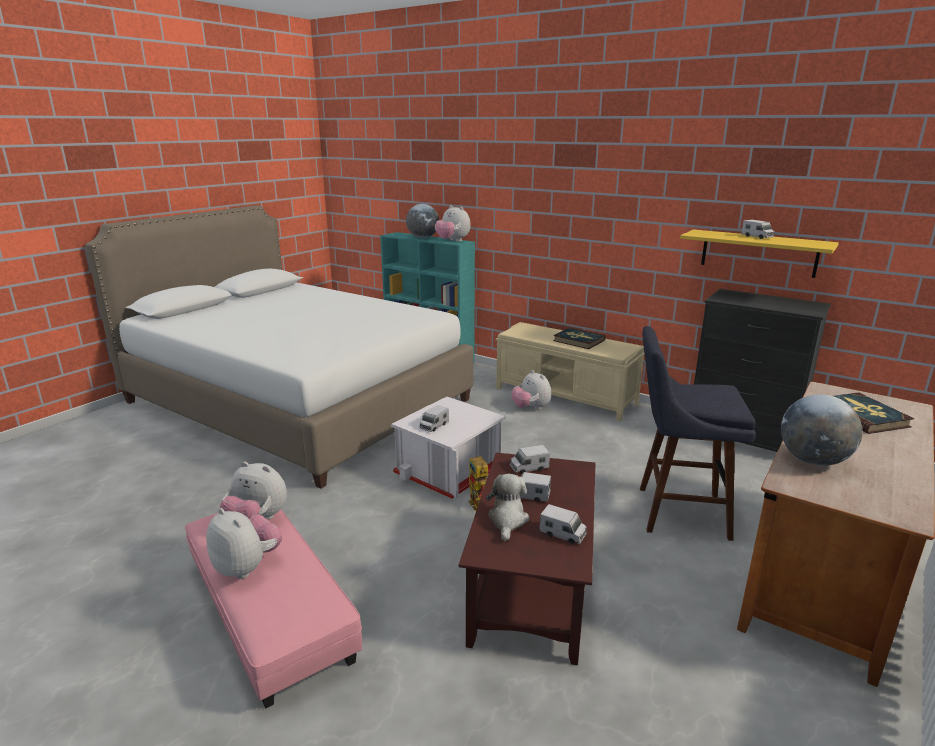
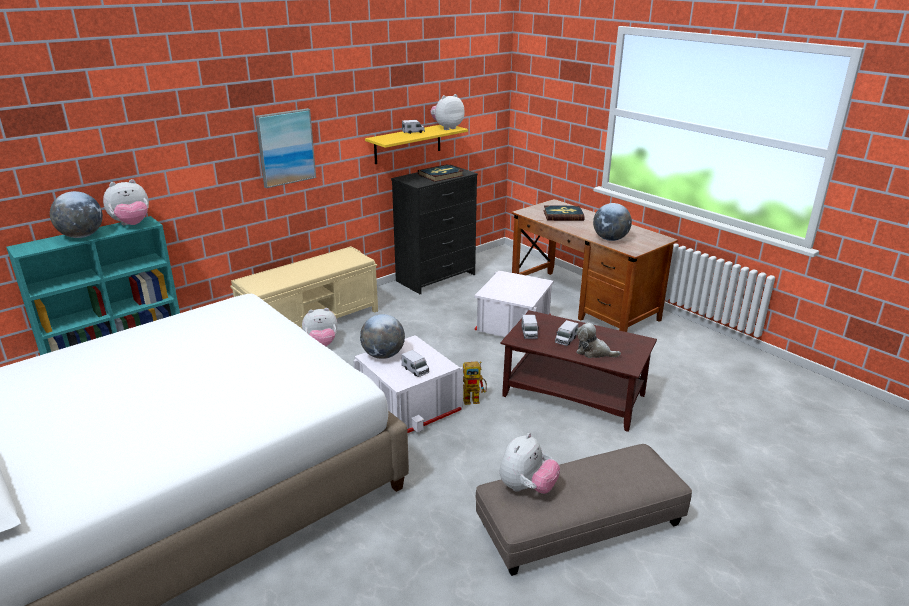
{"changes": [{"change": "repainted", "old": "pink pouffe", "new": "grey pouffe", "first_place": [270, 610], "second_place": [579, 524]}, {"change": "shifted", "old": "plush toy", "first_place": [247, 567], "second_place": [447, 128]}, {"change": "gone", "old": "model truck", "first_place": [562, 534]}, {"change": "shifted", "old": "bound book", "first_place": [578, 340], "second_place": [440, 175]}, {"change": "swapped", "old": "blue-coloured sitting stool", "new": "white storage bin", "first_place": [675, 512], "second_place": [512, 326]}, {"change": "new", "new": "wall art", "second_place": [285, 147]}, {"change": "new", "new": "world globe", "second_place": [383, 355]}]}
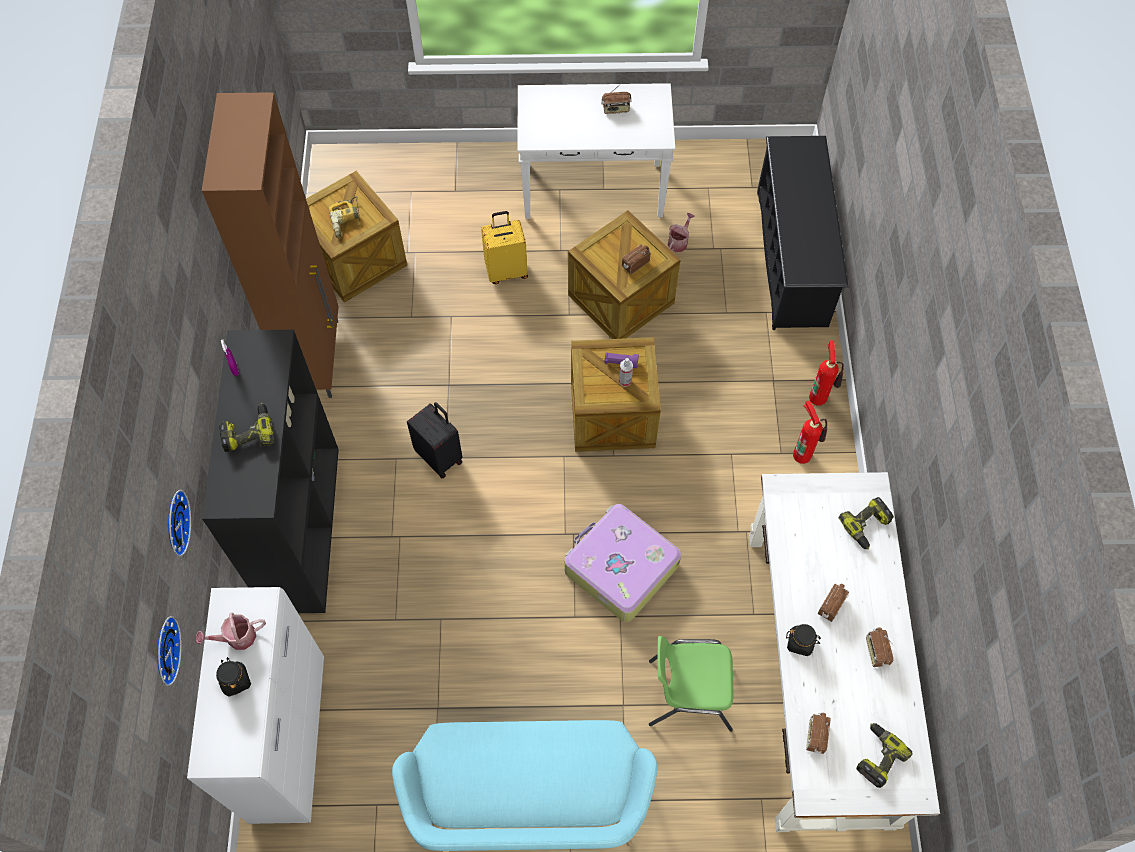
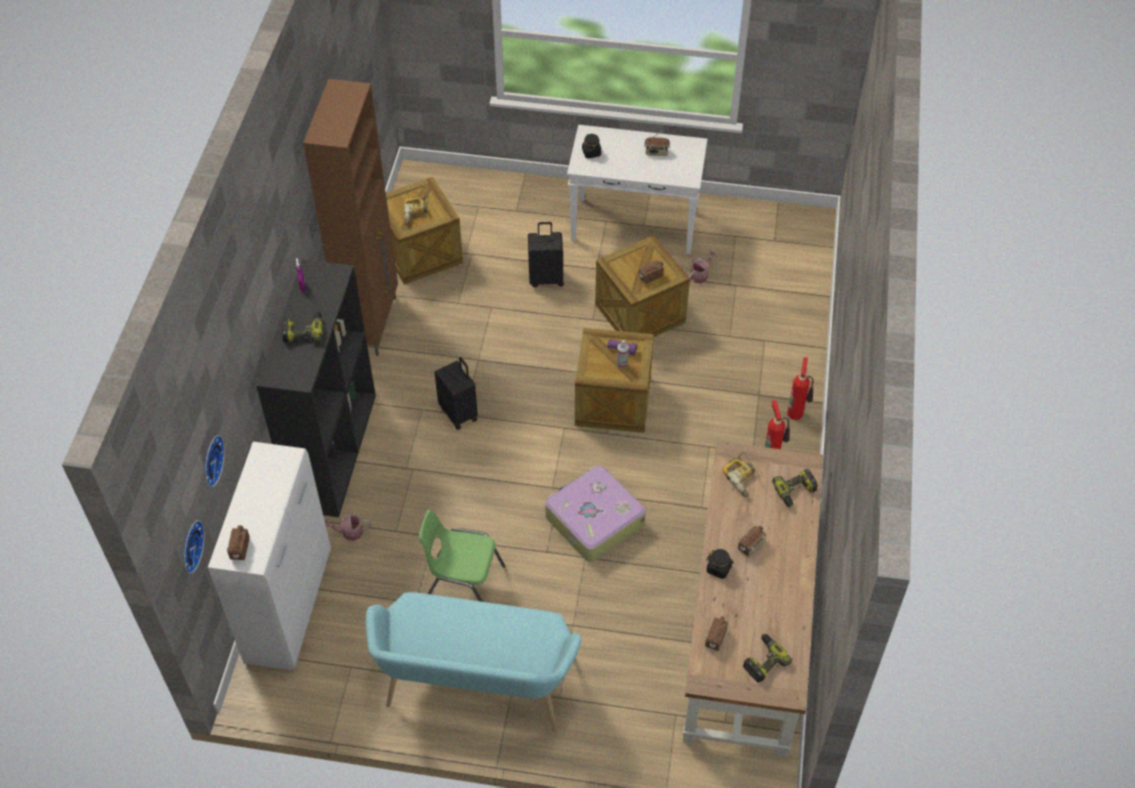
{"changes": [{"change": "shifted", "old": "clock on the wall", "first_place": [174, 523], "second_place": [189, 546]}, {"change": "shifted", "old": "watering can", "first_place": [236, 637], "second_place": [349, 532]}, {"change": "shifted", "old": "black-coloured jar", "first_place": [235, 681], "second_place": [591, 152]}, {"change": "repainted", "old": "yellow piece of luggage", "new": "black-coloured piece of luggage", "first_place": [506, 271], "second_place": [546, 278]}, {"change": "shifted", "old": "green-coloured chair", "first_place": [688, 693], "second_place": [462, 584]}, {"change": "repainted", "old": "white desk table", "new": "brownish desk table", "first_place": [819, 675], "second_place": [746, 629]}, {"change": "gone", "old": "black-coloured shoe stand", "first_place": [792, 258]}, {"change": "shifted", "old": "radio set", "first_place": [876, 652], "second_place": [239, 549]}, {"change": "new", "new": "electric drill", "second_place": [743, 478]}]}
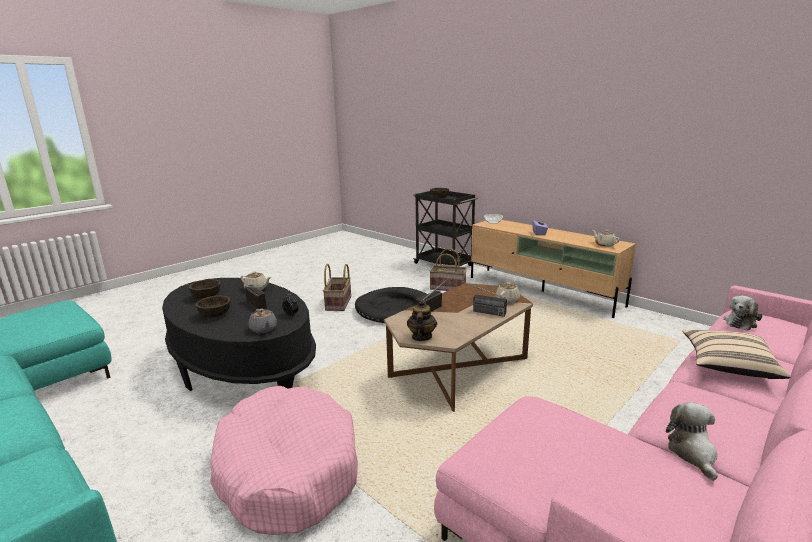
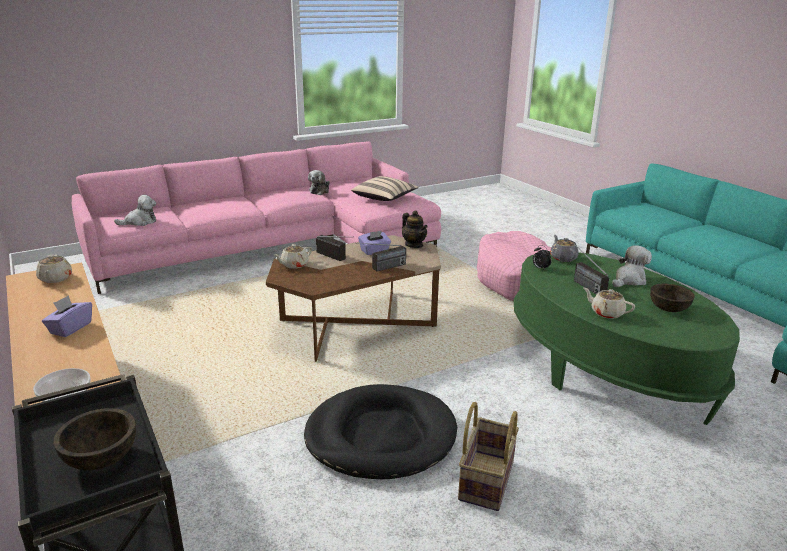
{"changes": [{"change": "repainted", "old": "black-coloured coffee table", "new": "green-coloured coffee table", "first_place": [243, 366], "second_place": [606, 368]}, {"change": "swapped", "old": "brownish serving bowl", "new": "plush toy", "first_place": [215, 315], "second_place": [629, 280]}, {"change": "rotated", "old": "pot for tea", "first_place": [421, 337], "second_place": [414, 245], "degrees": -60}, {"change": "gone", "old": "basket", "first_place": [448, 287]}, {"change": "shifted", "old": "sand-coloured cushion", "first_place": [728, 365], "second_place": [385, 198]}, {"change": "new", "new": "purple tissue holder", "second_place": [374, 251]}]}
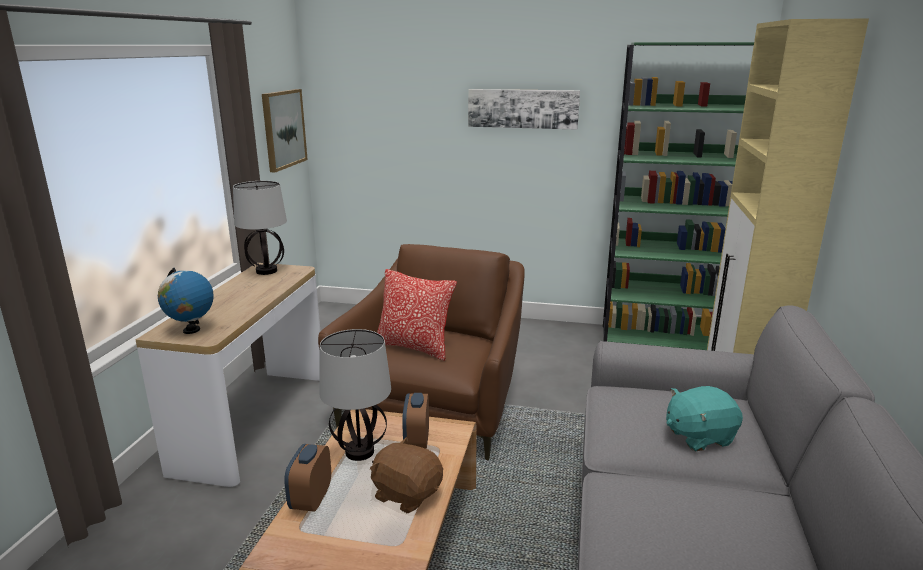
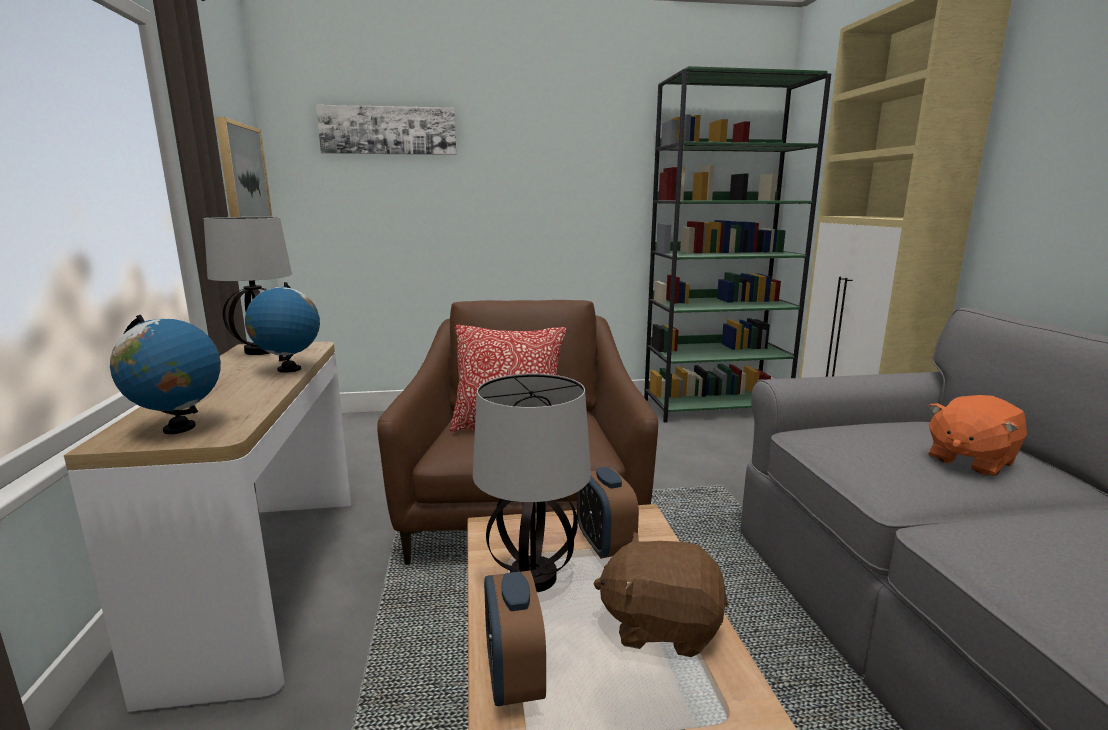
{"changes": [{"change": "shifted", "old": "wall art", "first_place": [523, 108], "second_place": [388, 130]}, {"change": "repainted", "old": "blue-green plush toy", "new": "orange plush toy", "first_place": [698, 436], "second_place": [969, 460]}, {"change": "new", "new": "world globe", "second_place": [289, 369]}]}
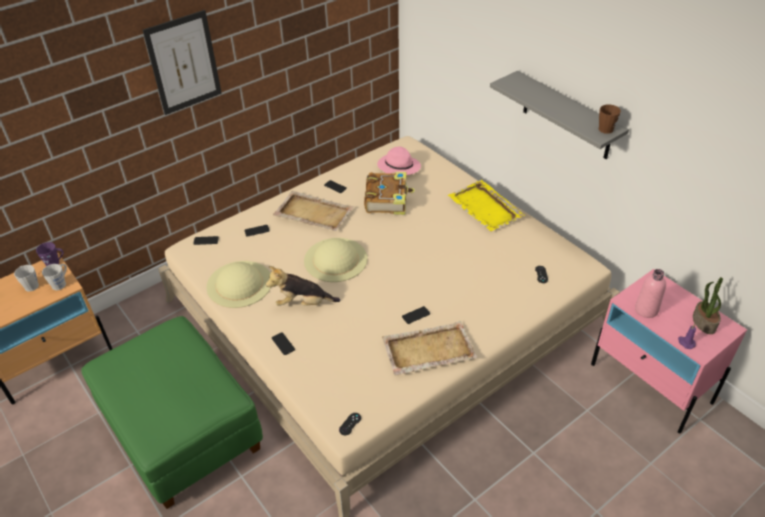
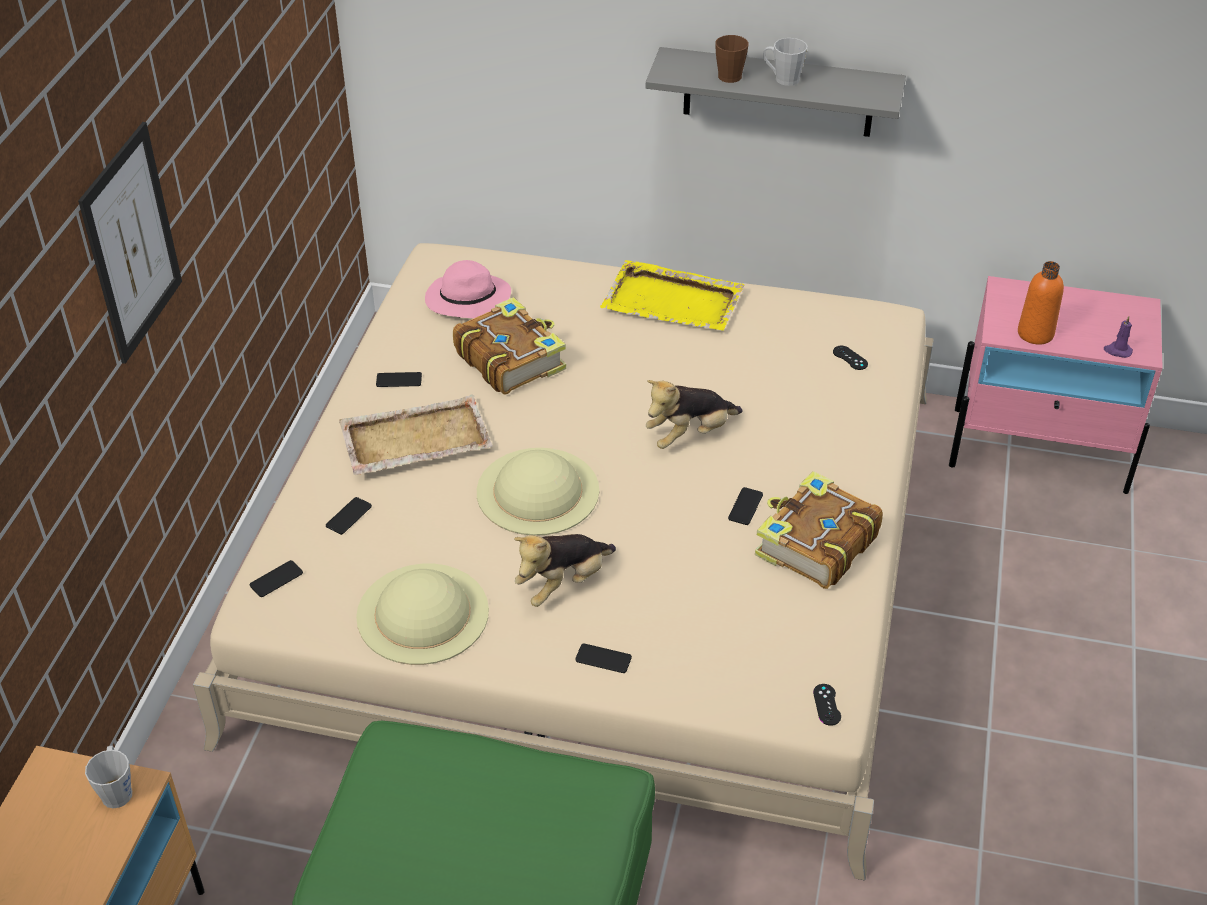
{"changes": [{"change": "shifted", "old": "grey coffee mug", "first_place": [30, 285], "second_place": [782, 78]}, {"change": "gone", "old": "purple coffee mug", "first_place": [55, 263]}, {"change": "swapped", "old": "sand-coloured serving tray", "new": "bound book", "first_place": [427, 350], "second_place": [815, 544]}, {"change": "shifted", "old": "brownish coffee mug", "first_place": [606, 127], "second_place": [727, 74]}, {"change": "repainted", "old": "pink bottle", "new": "orange bottle", "first_place": [646, 310], "second_place": [1035, 333]}, {"change": "gone", "old": "plant in a pot", "first_place": [703, 322]}, {"change": "new", "new": "plush toy", "second_place": [690, 434]}]}
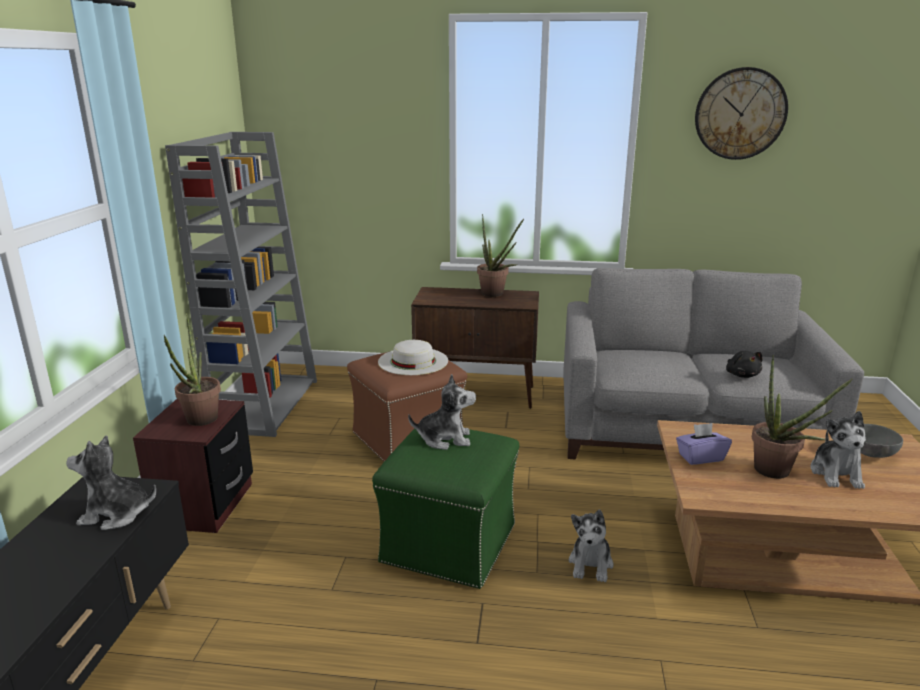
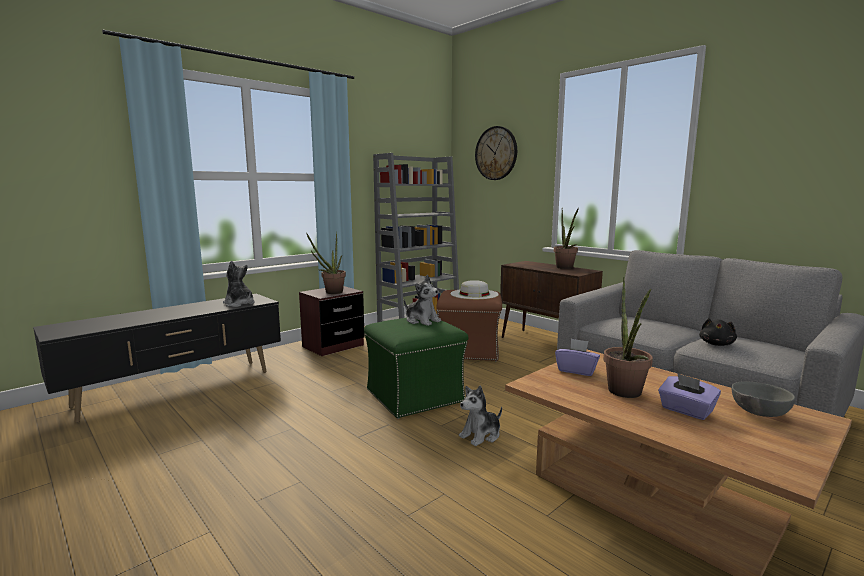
{"changes": [{"change": "shifted", "old": "clock on the wall", "first_place": [740, 114], "second_place": [496, 153]}, {"change": "swapped", "old": "plush toy", "new": "purple tissue holder", "first_place": [836, 474], "second_place": [686, 411]}]}
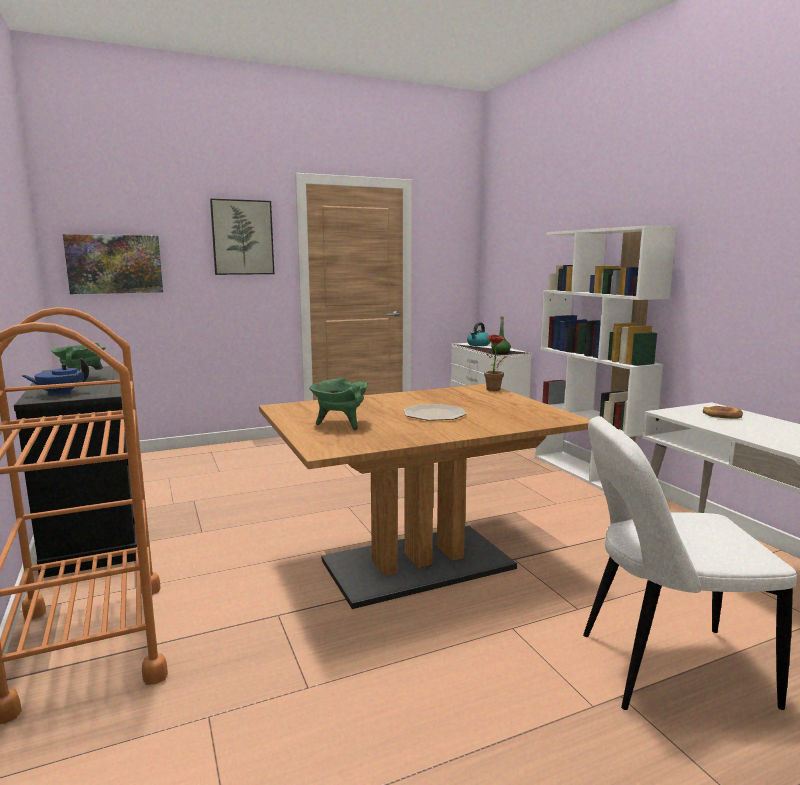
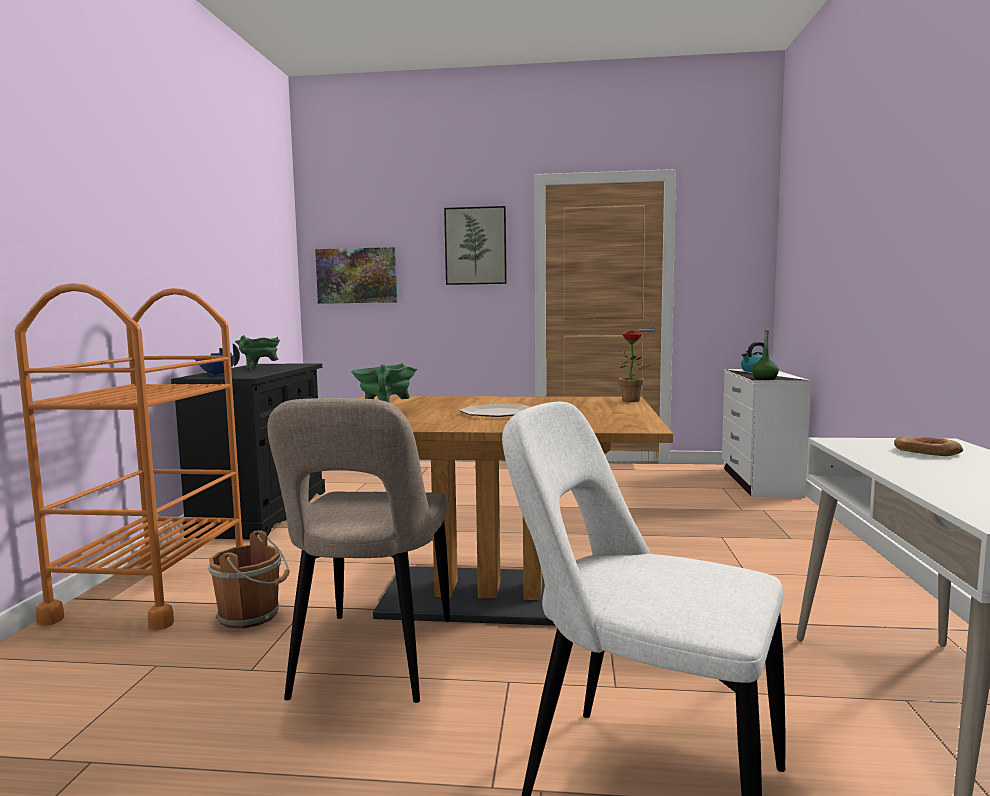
{"changes": [{"change": "gone", "old": "white bookshelf", "first_place": [588, 473]}, {"change": "new", "new": "brownish pail", "second_place": [252, 615]}, {"change": "new", "new": "sand-coloured chair", "second_place": [371, 662]}]}
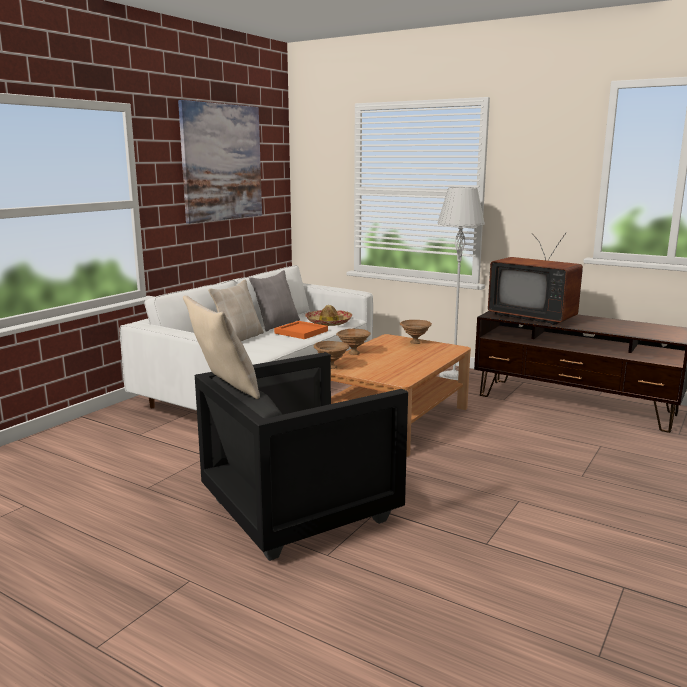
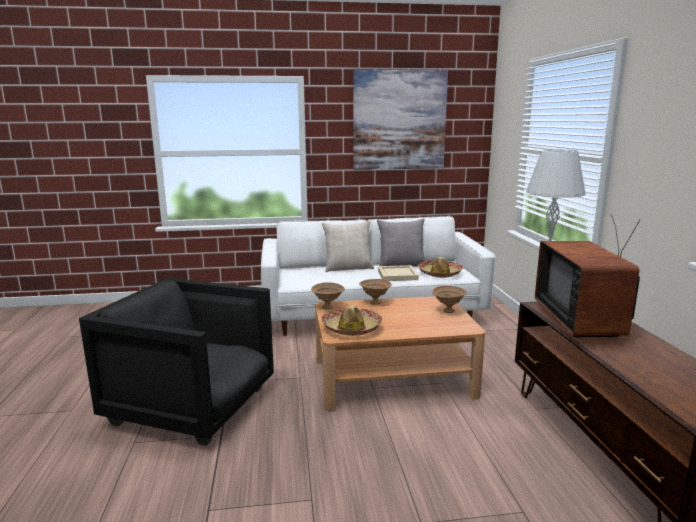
{"changes": [{"change": "gone", "old": "sand-coloured cushion", "first_place": [223, 388]}, {"change": "repainted", "old": "orange serving tray", "new": "sand-coloured serving tray", "first_place": [302, 332], "second_place": [398, 275]}, {"change": "new", "new": "clothing hat", "second_place": [352, 328]}]}
